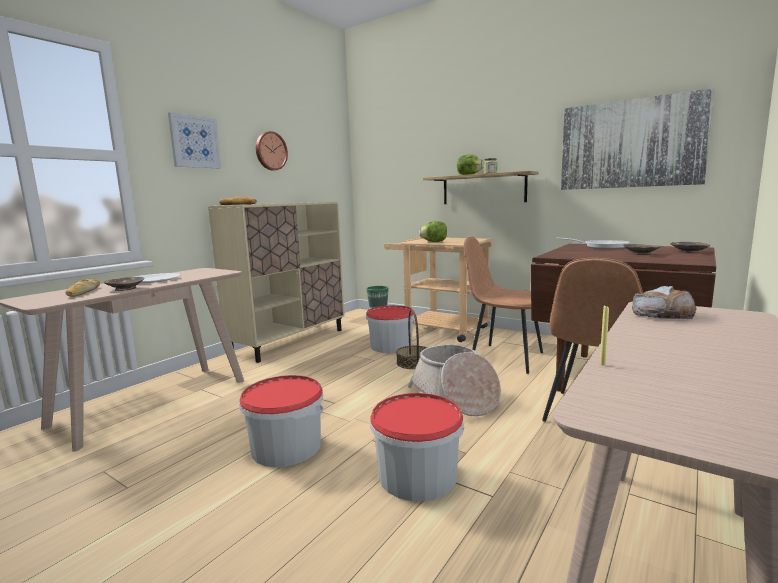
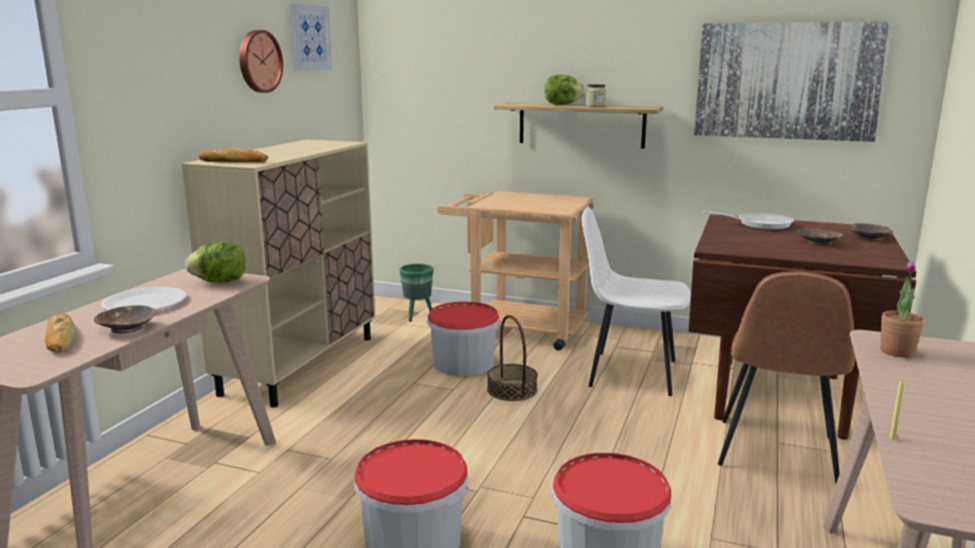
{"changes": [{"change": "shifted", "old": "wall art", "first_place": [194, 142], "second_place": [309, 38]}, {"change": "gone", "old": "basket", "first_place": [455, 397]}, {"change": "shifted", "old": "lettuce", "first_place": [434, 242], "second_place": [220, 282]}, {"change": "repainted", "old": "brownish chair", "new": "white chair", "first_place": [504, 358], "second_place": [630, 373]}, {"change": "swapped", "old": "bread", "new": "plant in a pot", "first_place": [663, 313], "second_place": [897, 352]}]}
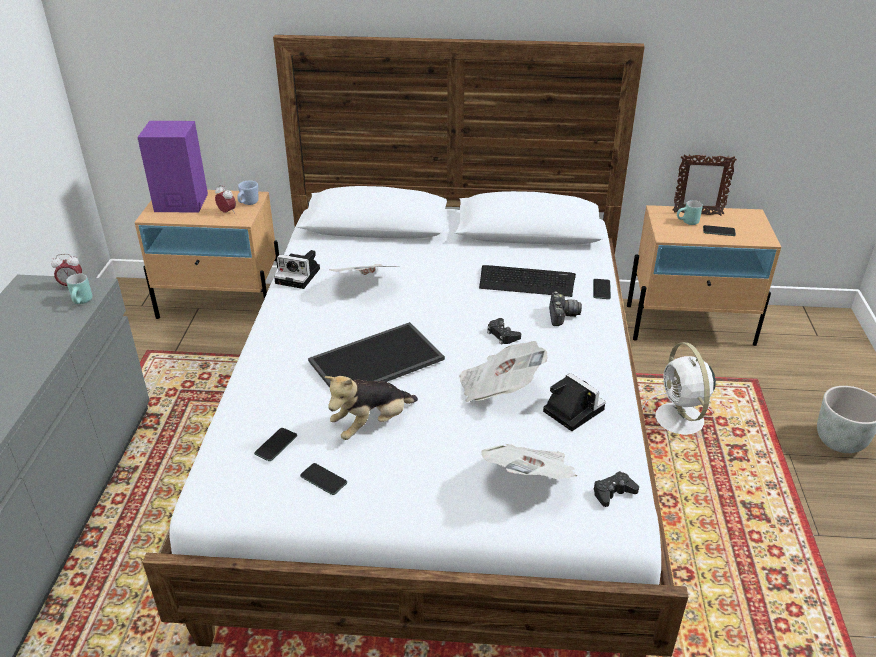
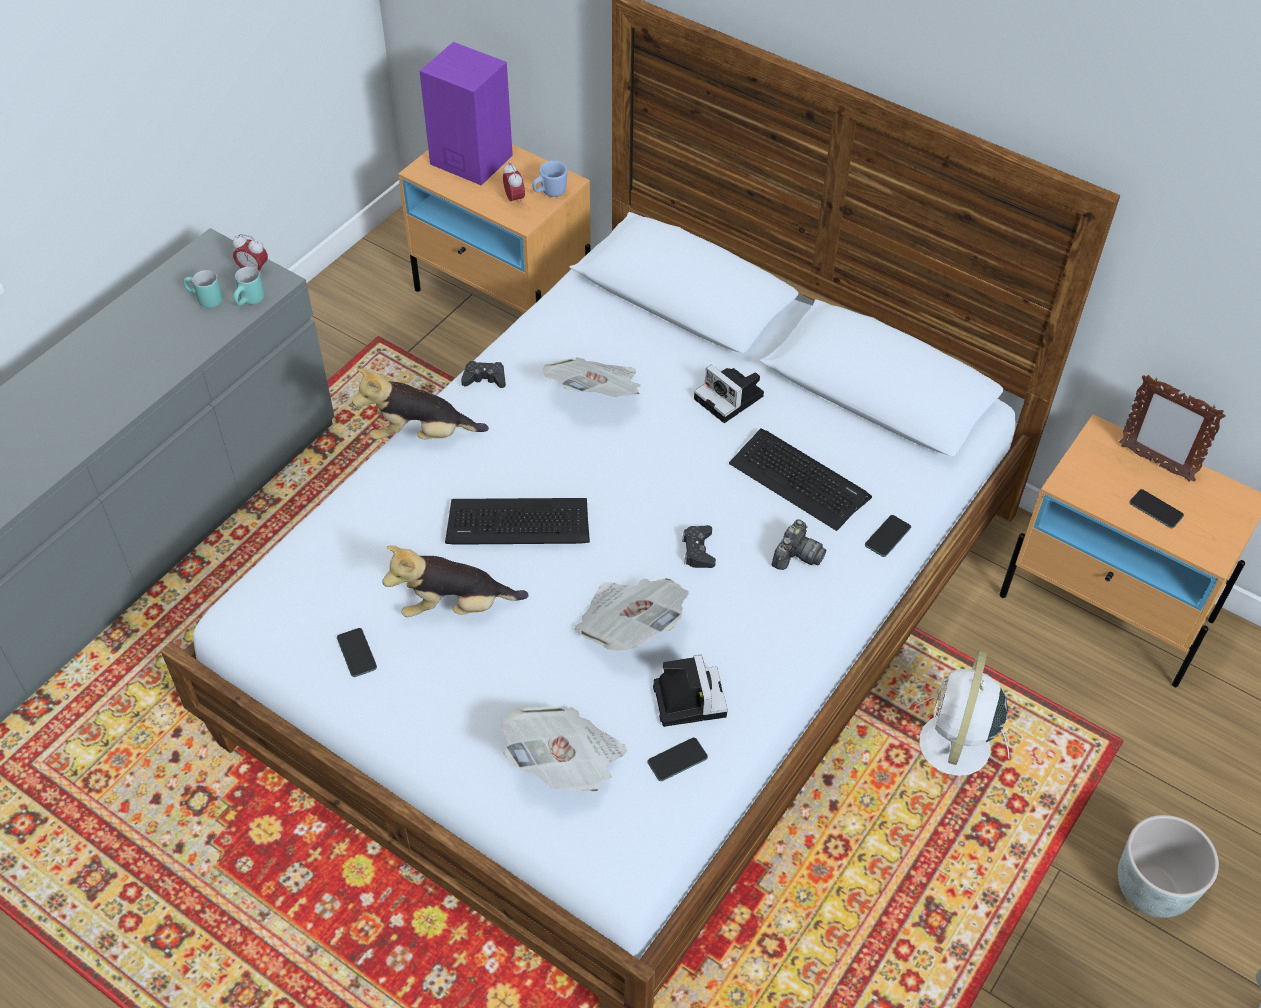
{"changes": [{"change": "shifted", "old": "handset", "first_place": [276, 445], "second_place": [677, 760]}, {"change": "shifted", "old": "photo camera", "first_place": [299, 276], "second_place": [731, 398]}, {"change": "swapped", "old": "serving tray", "new": "PC keyboard", "first_place": [376, 362], "second_place": [518, 523]}, {"change": "shifted", "old": "black-coloured gamepad", "first_place": [613, 492], "second_place": [485, 379]}, {"change": "shifted", "old": "blue-green coffee mug", "first_place": [687, 223], "second_place": [204, 301]}, {"change": "new", "new": "plush toy", "second_place": [421, 435]}]}
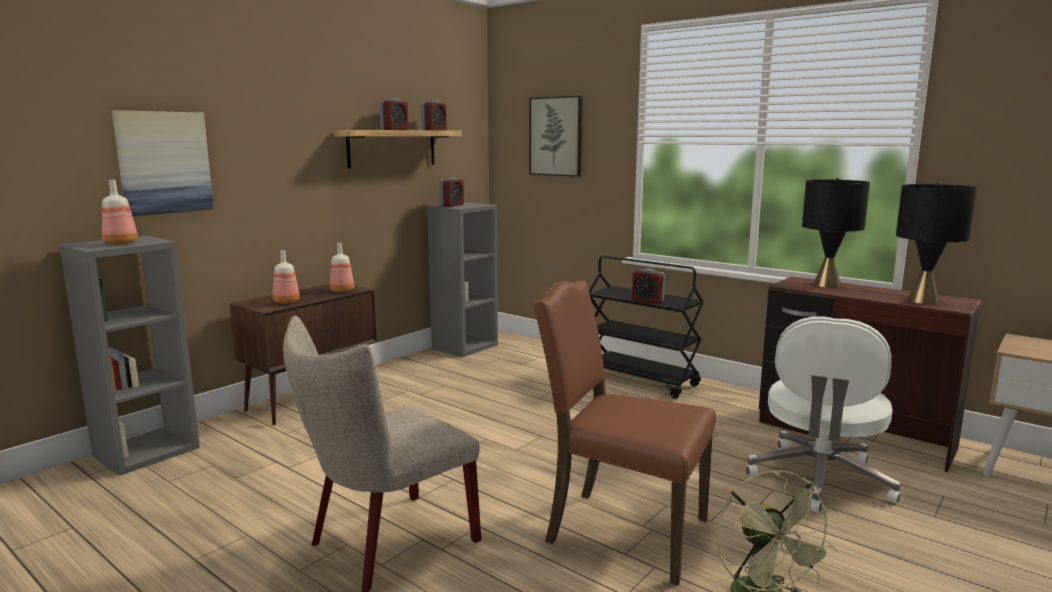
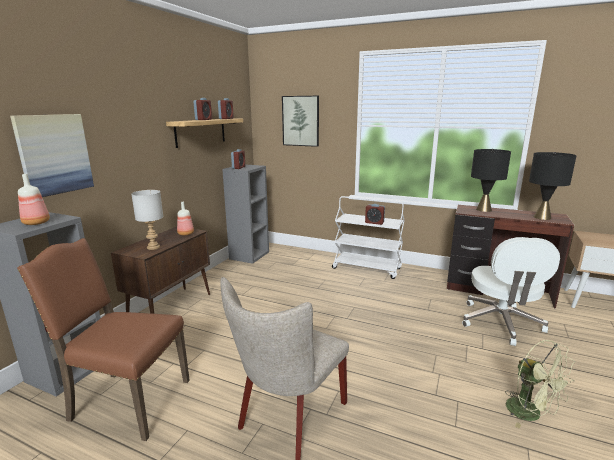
{"changes": [{"change": "swapped", "old": "bottle", "new": "grey tabletop lamp", "first_place": [285, 302], "second_place": [153, 247]}, {"change": "shifted", "old": "brownish chair", "first_place": [622, 531], "second_place": [127, 401]}, {"change": "repainted", "old": "black-coloured cart", "new": "white cart", "first_place": [641, 380], "second_place": [367, 268]}]}
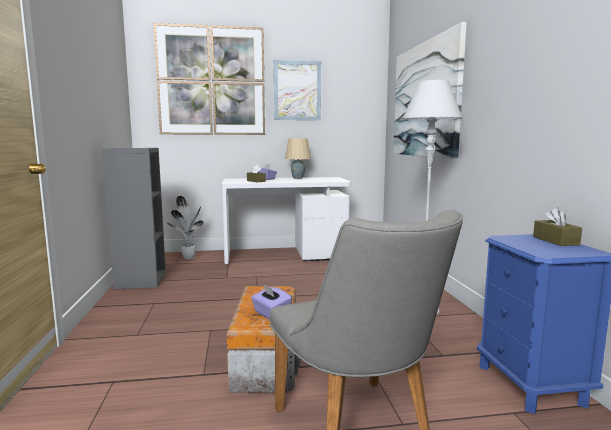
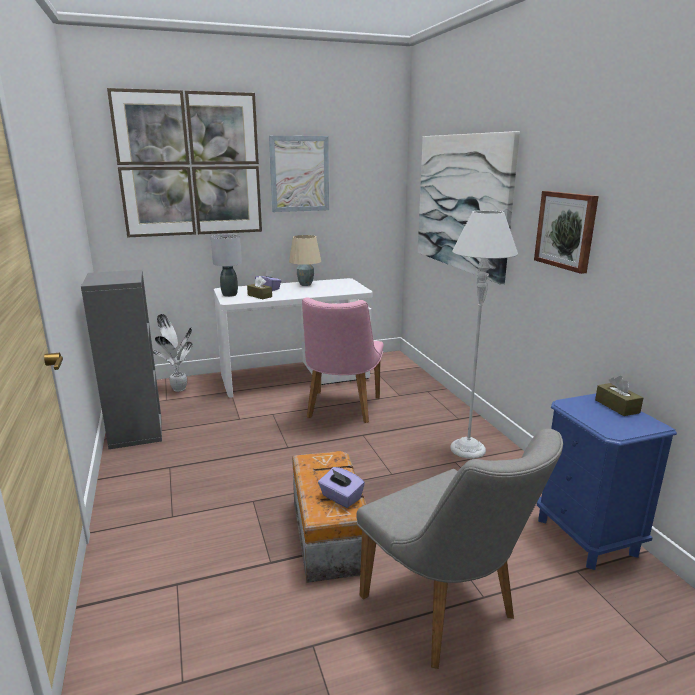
{"changes": [{"change": "new", "new": "grey tabletop lamp", "second_place": [229, 295]}, {"change": "new", "new": "pink chair", "second_place": [341, 410]}, {"change": "new", "new": "wall art", "second_place": [566, 230]}]}
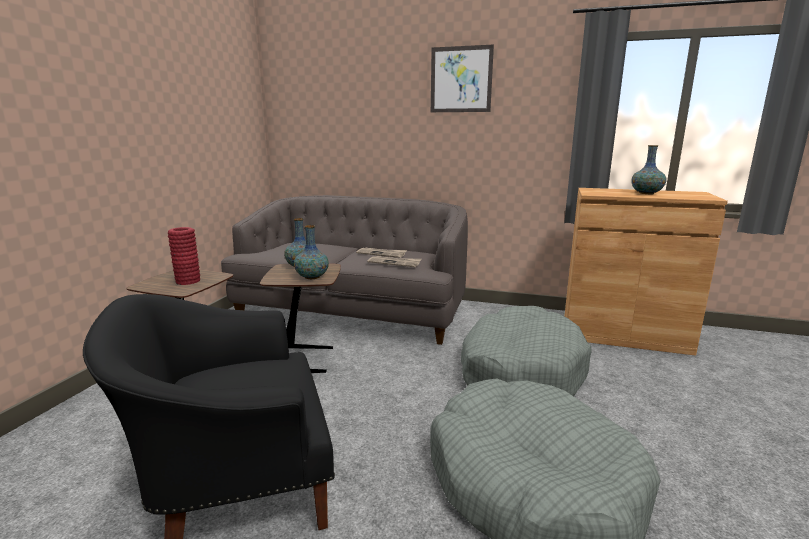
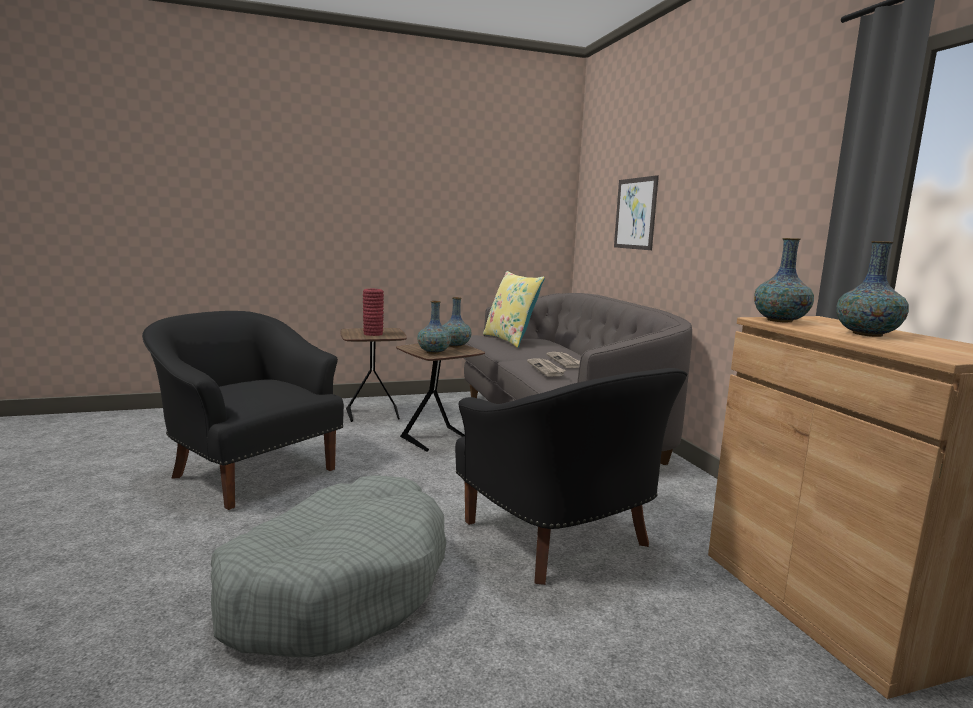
{"changes": [{"change": "shifted", "old": "wall art", "first_place": [461, 79], "second_place": [635, 213]}, {"change": "swapped", "old": "grey dog cushion", "new": "black-coloured armchair", "first_place": [520, 372], "second_place": [560, 539]}, {"change": "new", "new": "yellow cushion", "second_place": [510, 340]}, {"change": "new", "new": "vase", "second_place": [779, 320]}]}
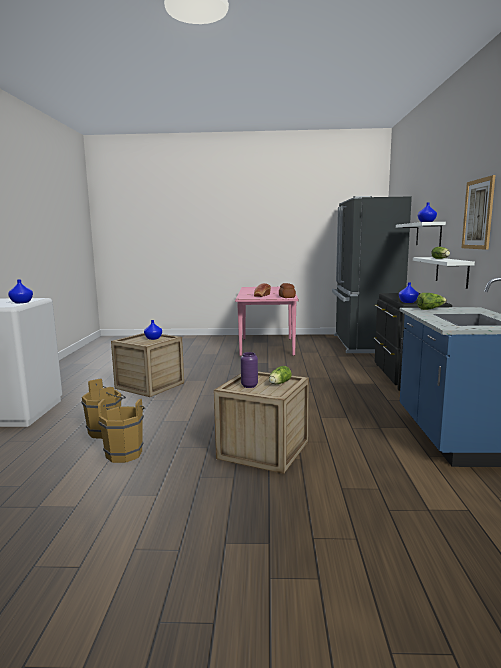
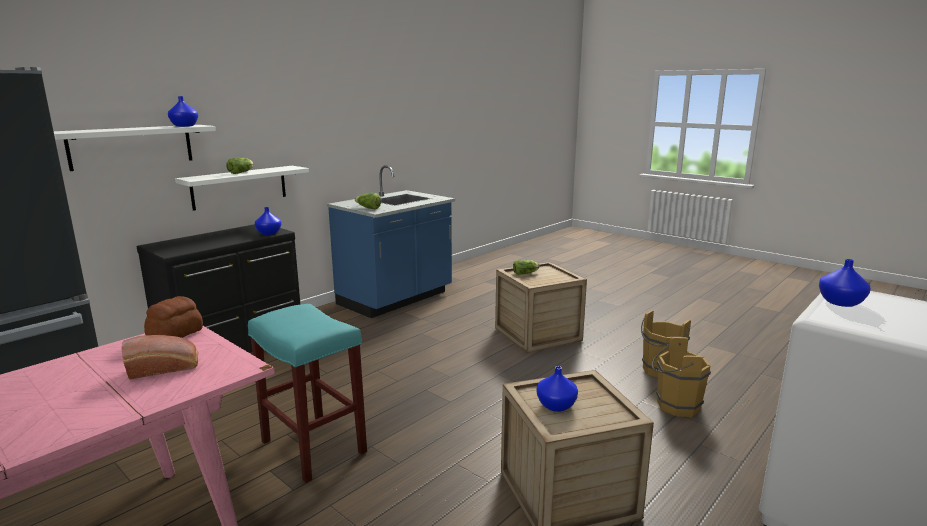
{"changes": [{"change": "gone", "old": "purple vase", "first_place": [249, 386]}, {"change": "gone", "old": "wall art", "first_place": [478, 214]}, {"change": "new", "new": "blue-green sitting stool", "second_place": [315, 447]}]}
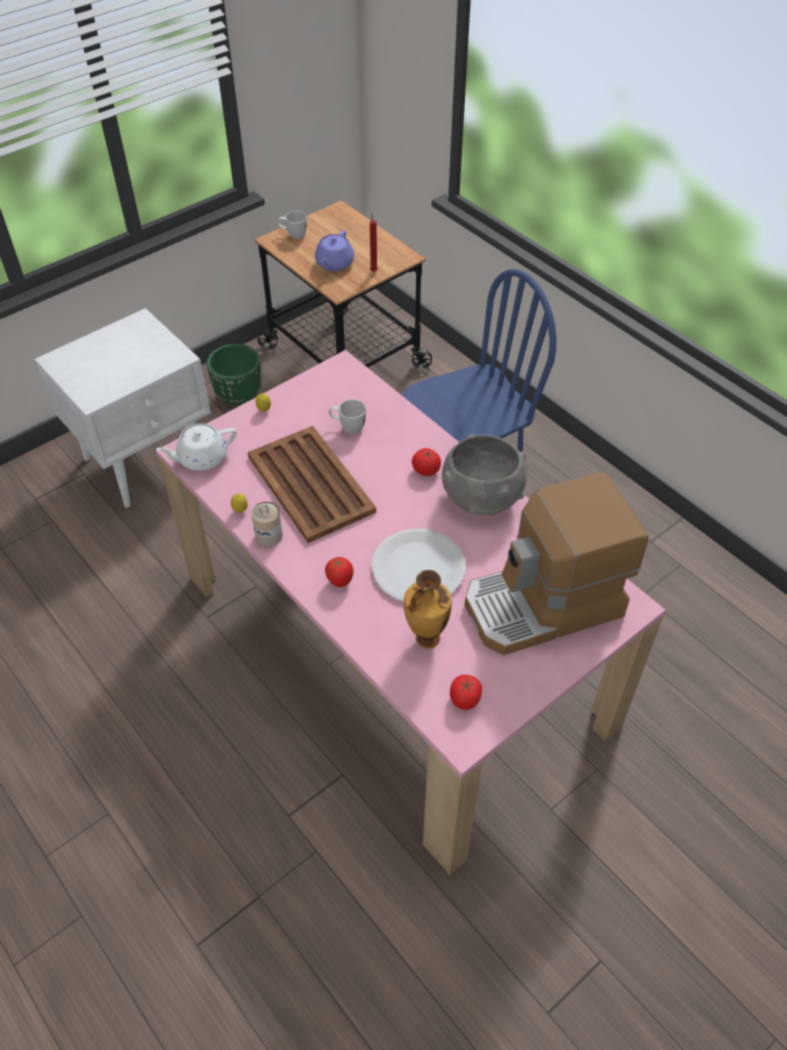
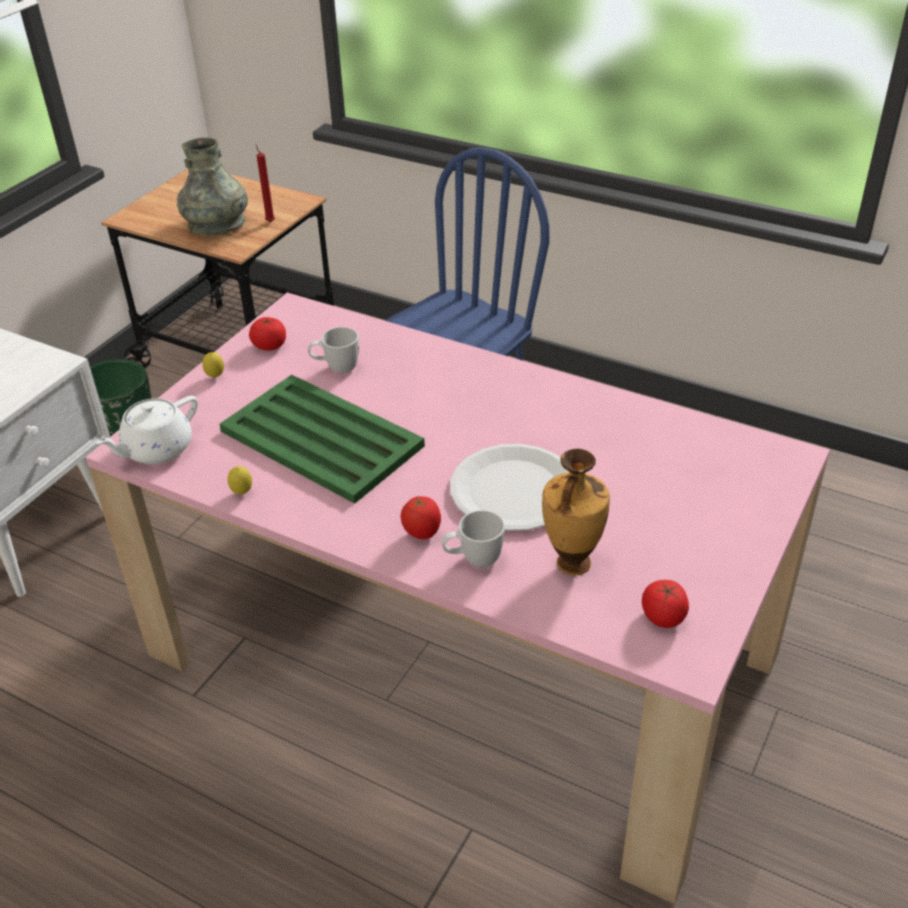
{"changes": [{"change": "repainted", "old": "brownish serving tray", "new": "green-coloured serving tray", "first_place": [311, 485], "second_place": [322, 439]}, {"change": "gone", "old": "sealed can", "first_place": [269, 536]}, {"change": "shifted", "old": "white coffee mug", "first_place": [293, 235], "second_place": [473, 560]}, {"change": "swapped", "old": "purple pot for tea", "new": "grey vase", "first_place": [334, 264], "second_place": [217, 225]}, {"change": "shifted", "old": "whole tomato", "first_place": [426, 470], "second_place": [270, 345]}, {"change": "gone", "old": "grey serving bowl", "first_place": [481, 498]}, {"change": "gone", "old": "coffee maker", "first_place": [544, 606]}]}
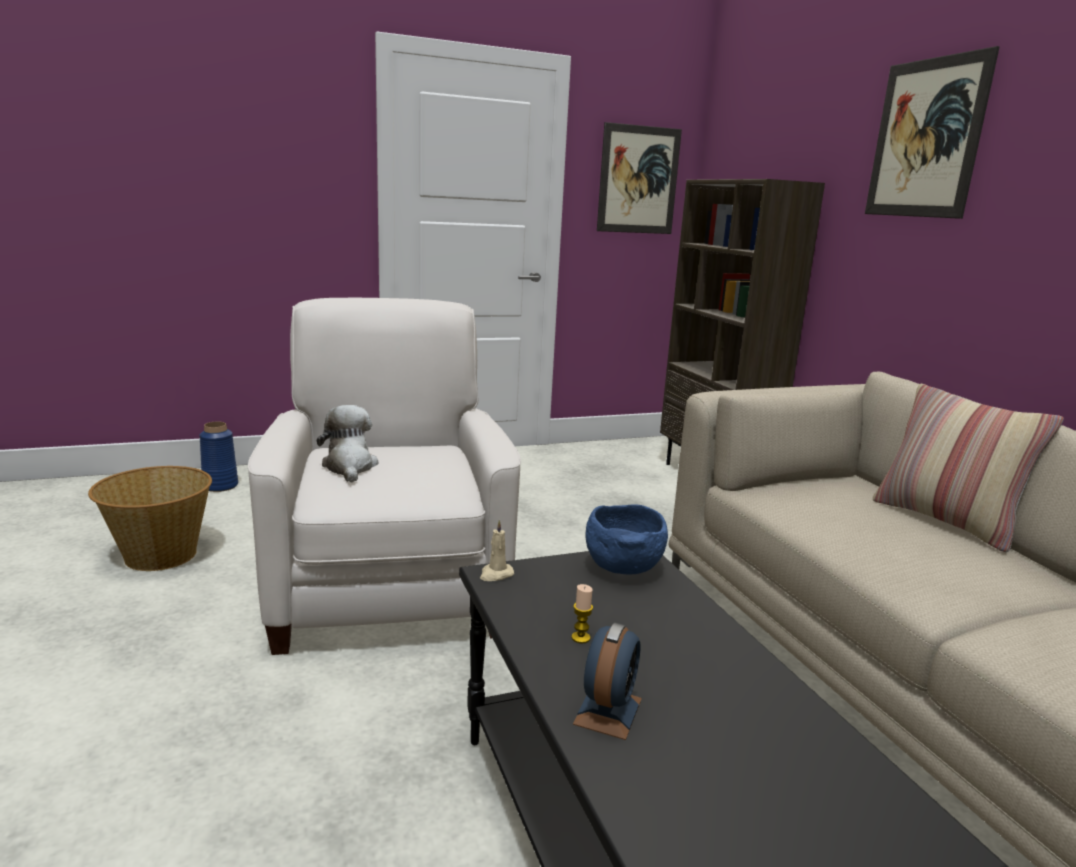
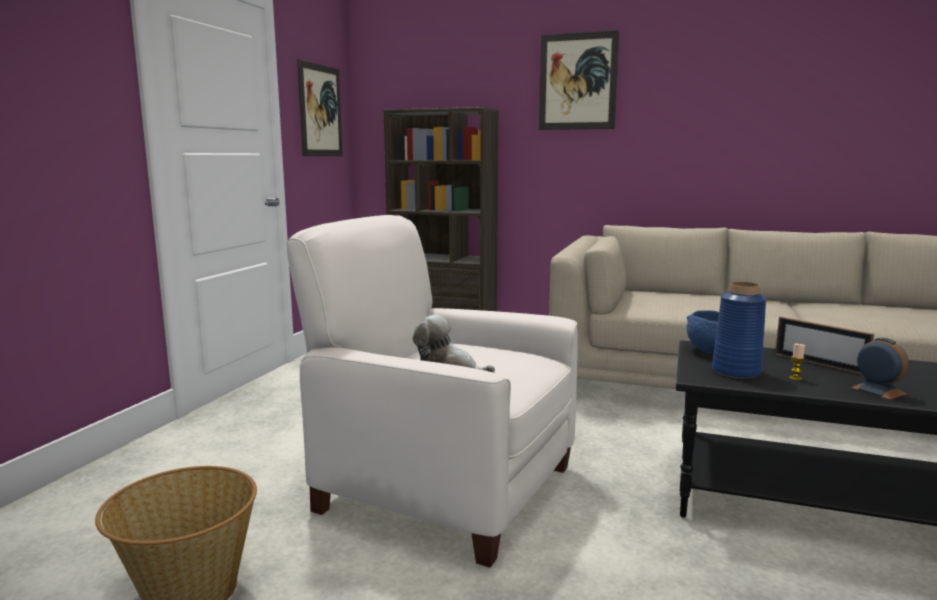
{"changes": [{"change": "shifted", "old": "blue-coloured vase", "first_place": [220, 486], "second_place": [736, 371]}, {"change": "gone", "old": "sand-coloured wax candle", "first_place": [496, 574]}, {"change": "gone", "old": "cushion", "first_place": [945, 521]}, {"change": "new", "new": "photo frame", "second_place": [819, 364]}]}
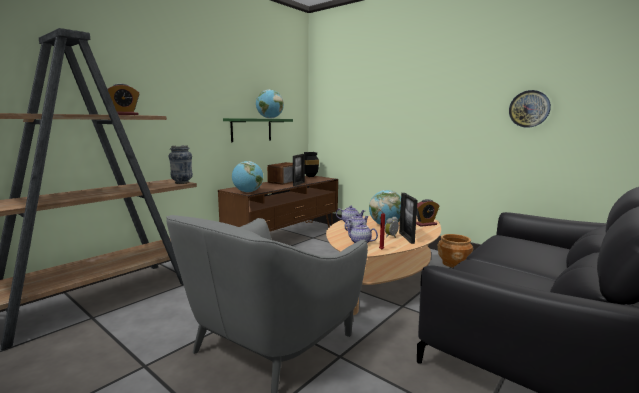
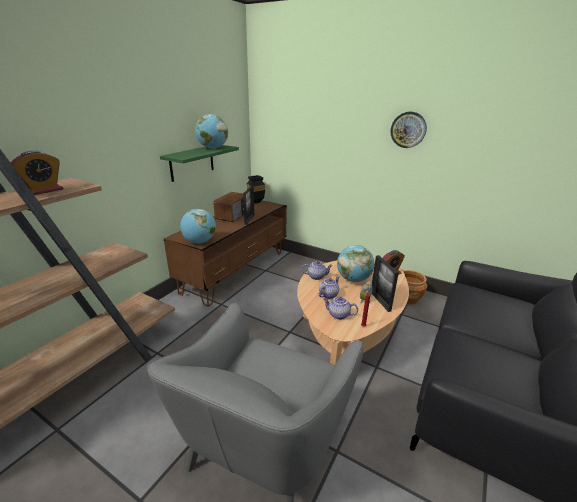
{"changes": [{"change": "gone", "old": "vase", "first_place": [182, 183]}, {"change": "shifted", "old": "clock on the wall", "first_place": [529, 109], "second_place": [408, 130]}]}
